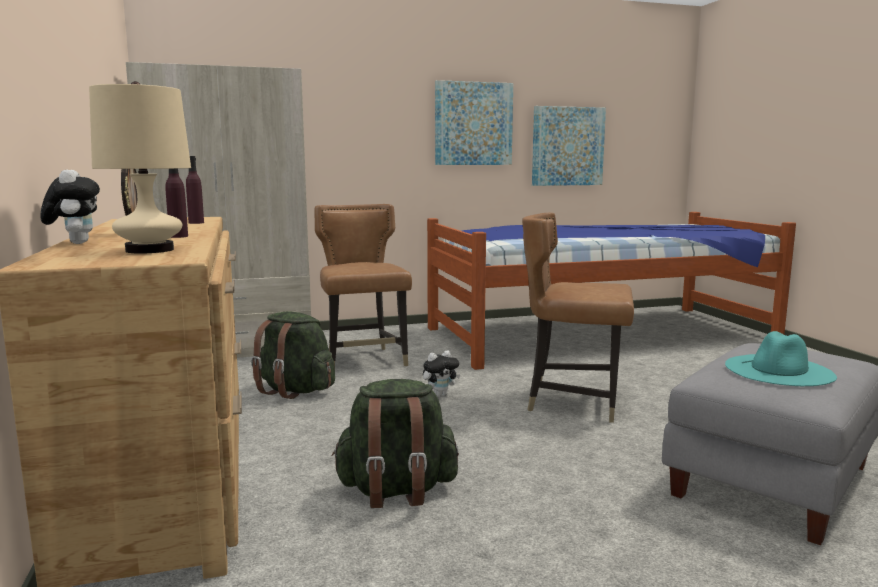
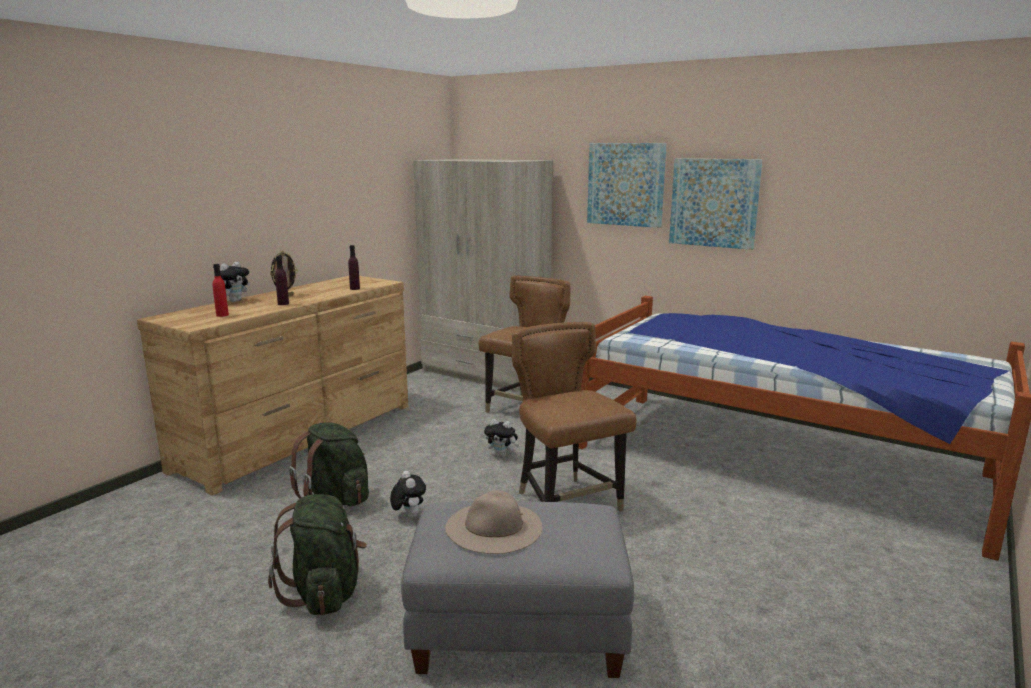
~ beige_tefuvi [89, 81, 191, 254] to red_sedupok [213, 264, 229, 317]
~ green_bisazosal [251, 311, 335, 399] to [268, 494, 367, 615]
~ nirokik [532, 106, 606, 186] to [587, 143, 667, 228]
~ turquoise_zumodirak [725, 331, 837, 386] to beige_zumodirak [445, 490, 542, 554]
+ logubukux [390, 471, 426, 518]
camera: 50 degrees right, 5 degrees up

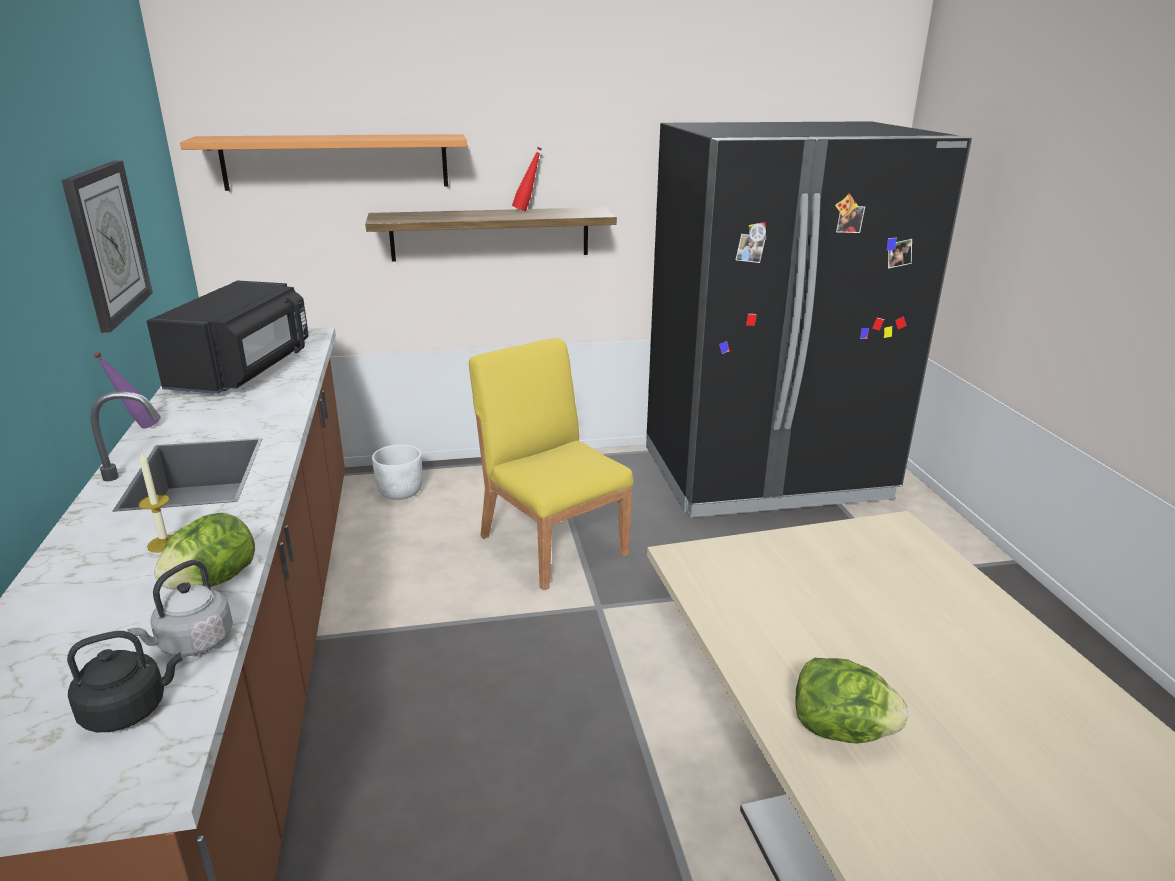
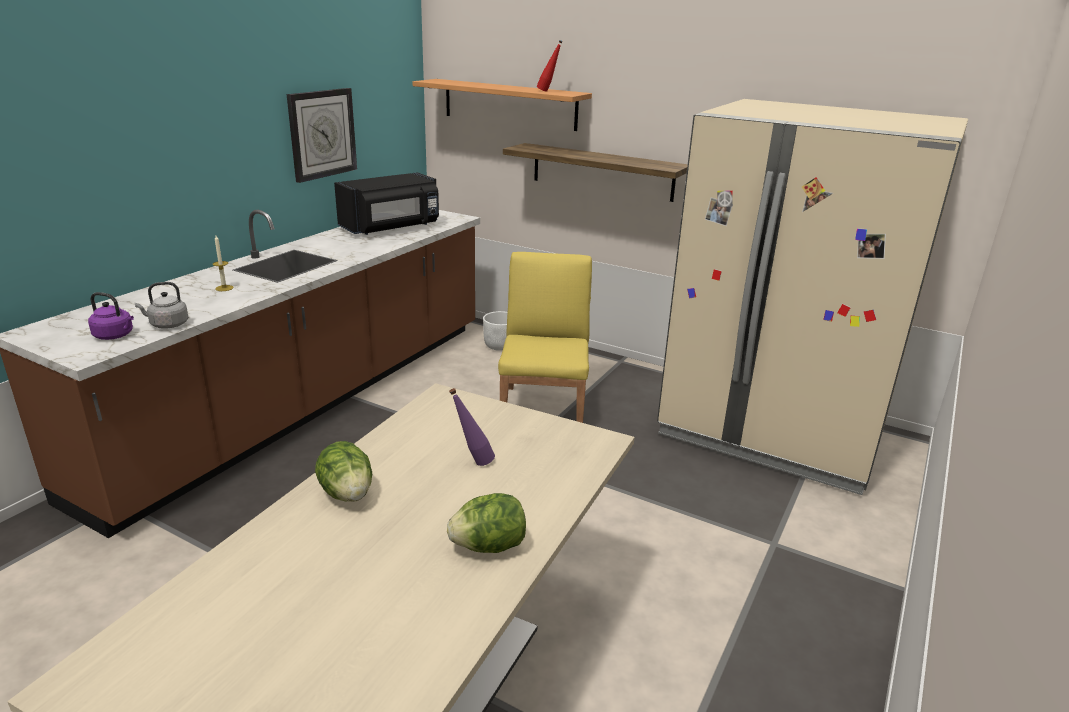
~ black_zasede [67, 631, 183, 732] to purple_zasede [88, 292, 134, 340]
~ purple_sedupok [93, 352, 161, 429] to [449, 388, 495, 466]
~ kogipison [154, 513, 255, 590] to [447, 493, 526, 553]
~ red_sedupok [512, 147, 542, 211] to [537, 40, 563, 92]
~ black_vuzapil [646, 121, 972, 518] to beige_vuzapil [657, 99, 968, 495]
camera: 40 degrees right, 0 degrees up

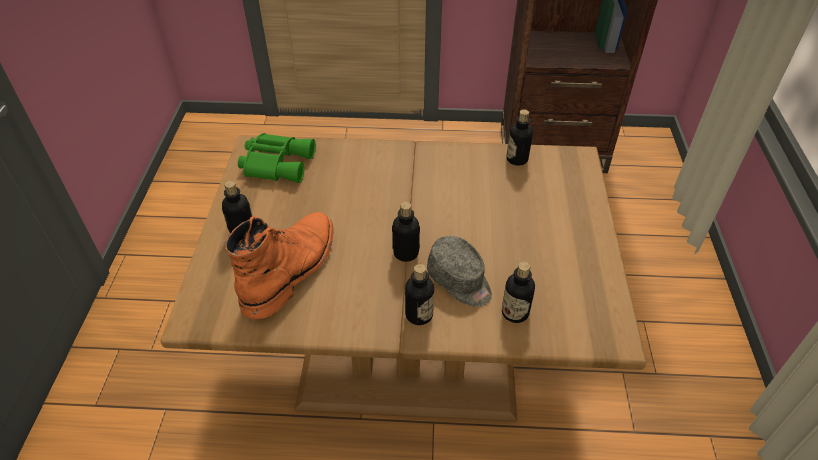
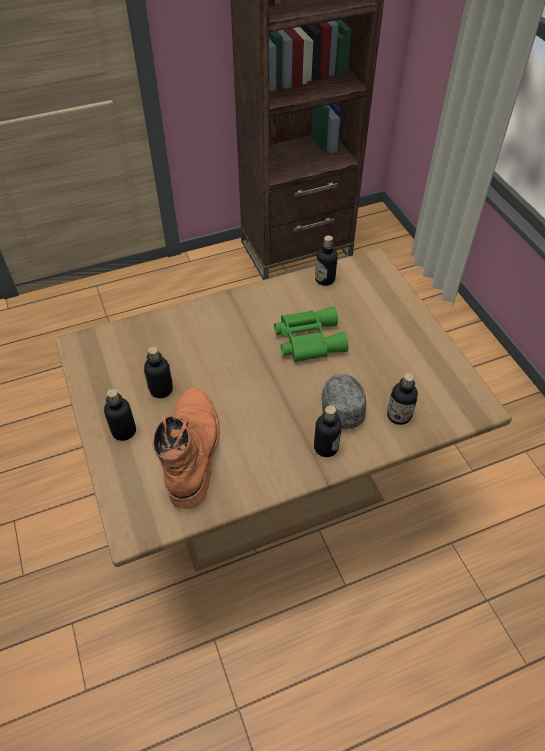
~ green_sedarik [238, 133, 316, 183] to [274, 306, 348, 363]
~ sedupok [392, 202, 420, 262] to [144, 347, 173, 398]
~ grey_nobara [427, 236, 492, 307] = [321, 374, 366, 429] 120 degrees counterclockwise
camera: 25 degrees left, 5 degrees up

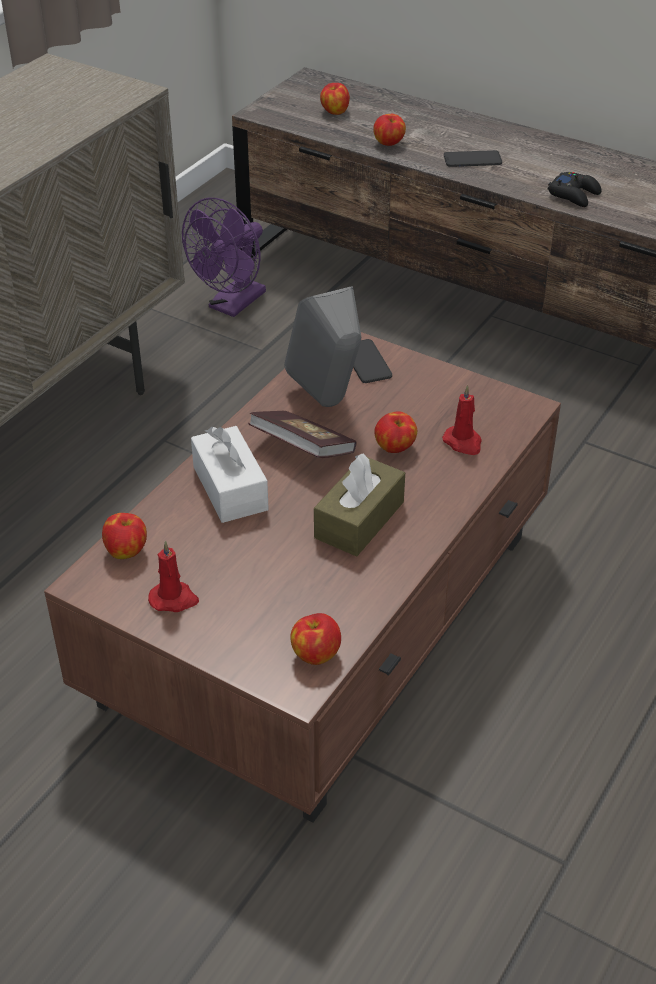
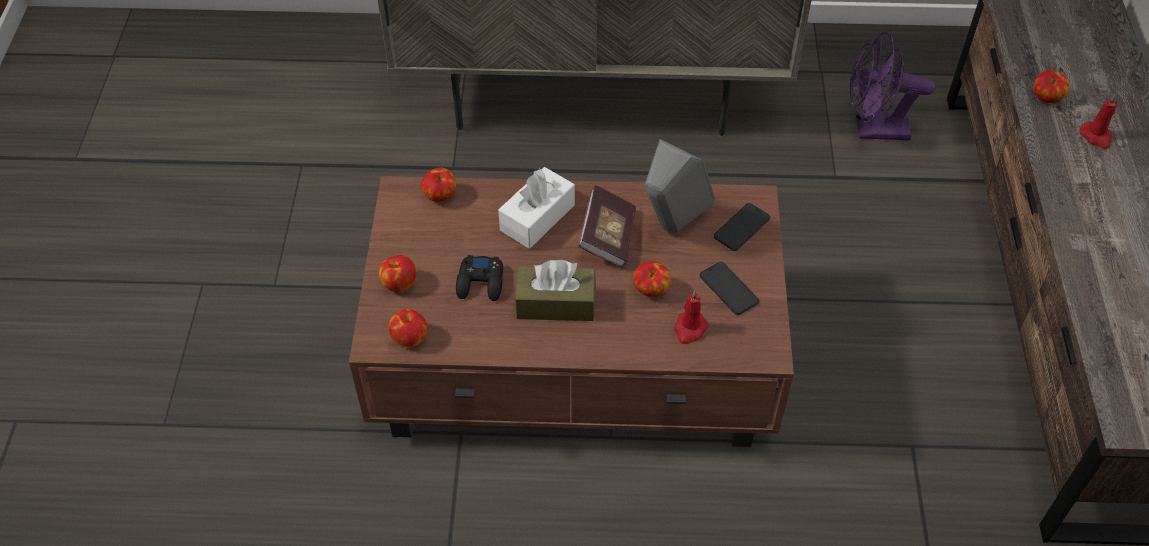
~ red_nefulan [148, 541, 199, 612] to [1080, 94, 1117, 149]
~ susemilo [320, 83, 350, 115] to [379, 255, 416, 292]
~ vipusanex [444, 150, 502, 167] to [700, 262, 759, 315]
~ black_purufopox [548, 172, 601, 207] to [456, 255, 503, 301]
camera: 60 degrees right, 10 degrees up

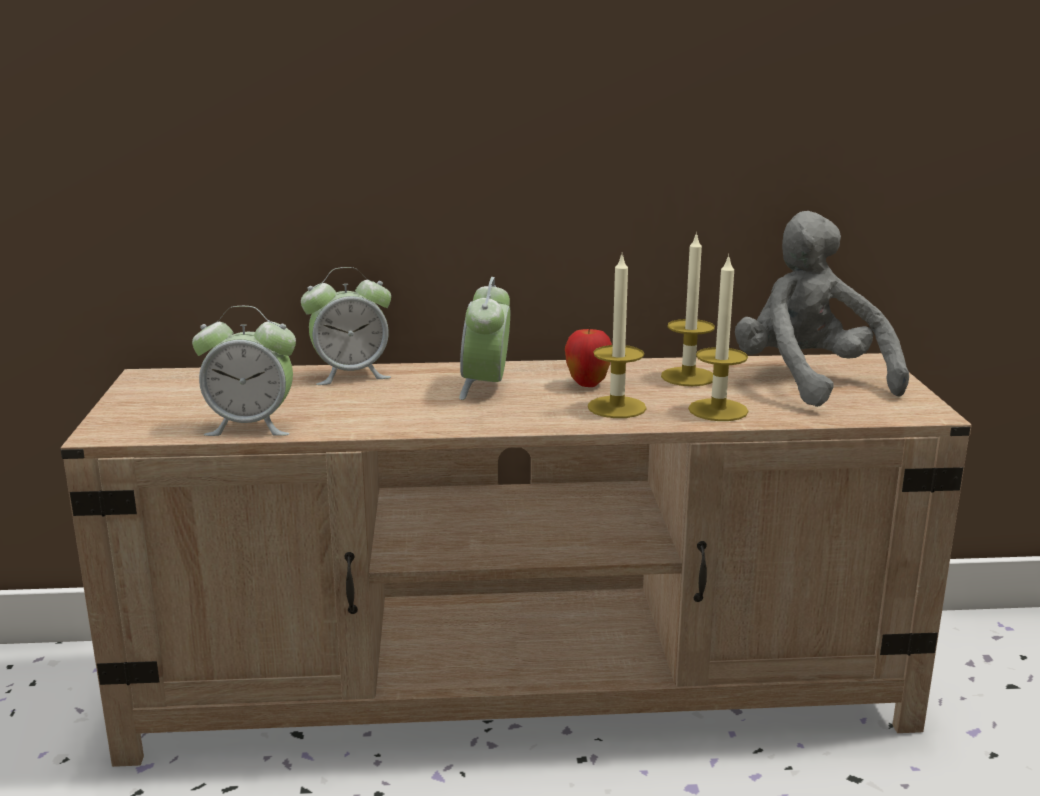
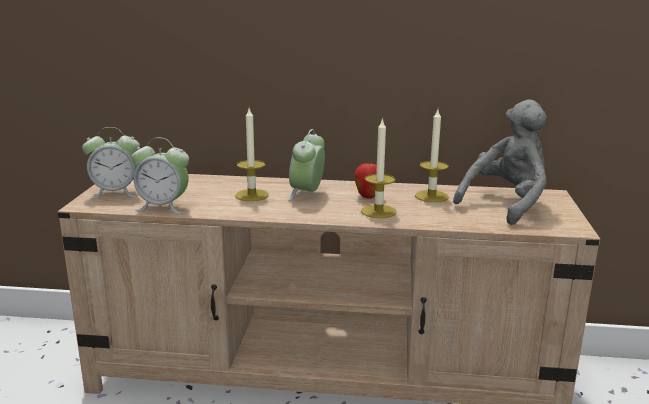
~ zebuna [301, 267, 391, 385] to [82, 127, 140, 199]
~ nefulan [688, 254, 748, 421] to [235, 108, 269, 201]
~ grey_logubukux [735, 211, 909, 407] = [453, 99, 547, 225] 60 degrees clockwise
camera: 10 degrees right, 0 degrees up

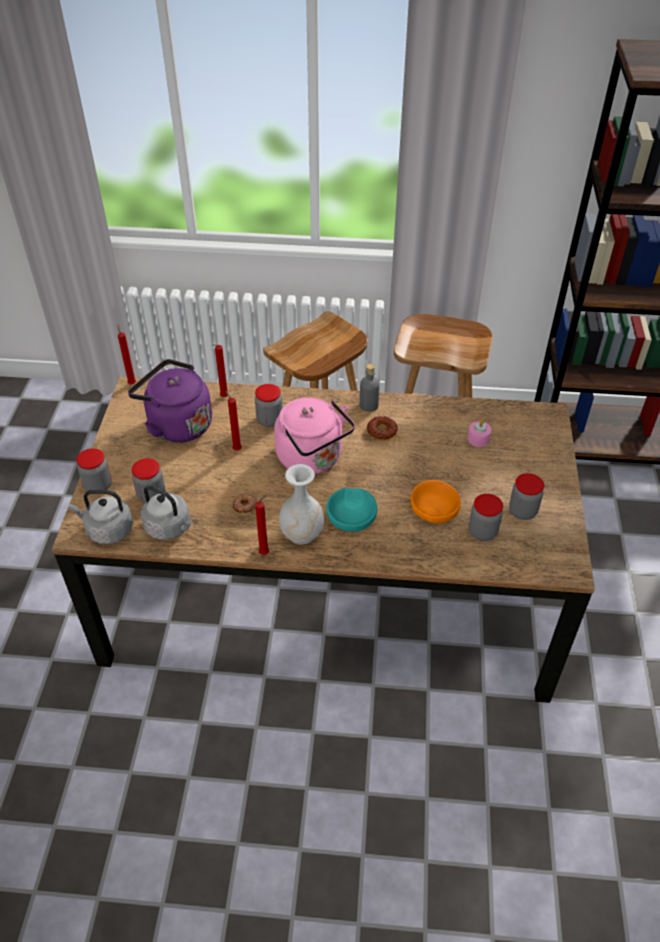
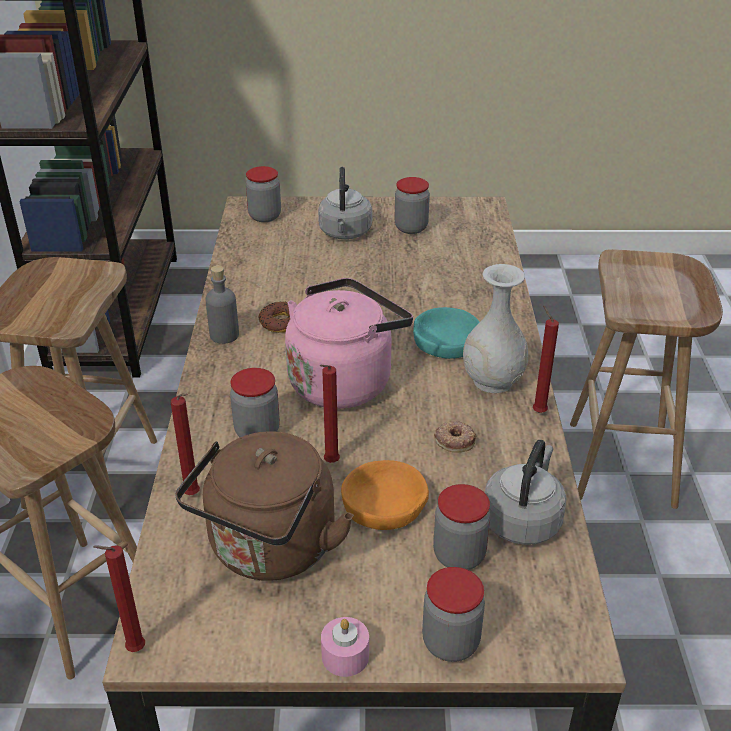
~ grey_zasede [69, 489, 133, 544] to [318, 167, 372, 239]
~ purple_zasede [128, 359, 212, 443] to brown_zasede [175, 431, 354, 581]
~ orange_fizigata [410, 480, 461, 524] to [341, 460, 429, 530]
~ pink_nefulan [468, 420, 491, 447] to [321, 617, 369, 677]
~ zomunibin [469, 494, 503, 541] to [246, 166, 281, 222]
+ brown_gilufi [570, 249, 723, 509]
camera: 95 degrees left, 10 degrees down

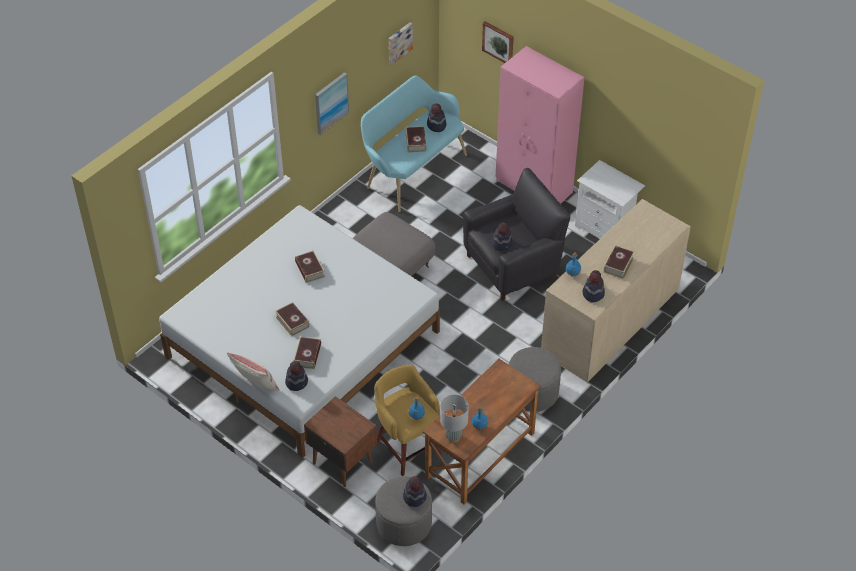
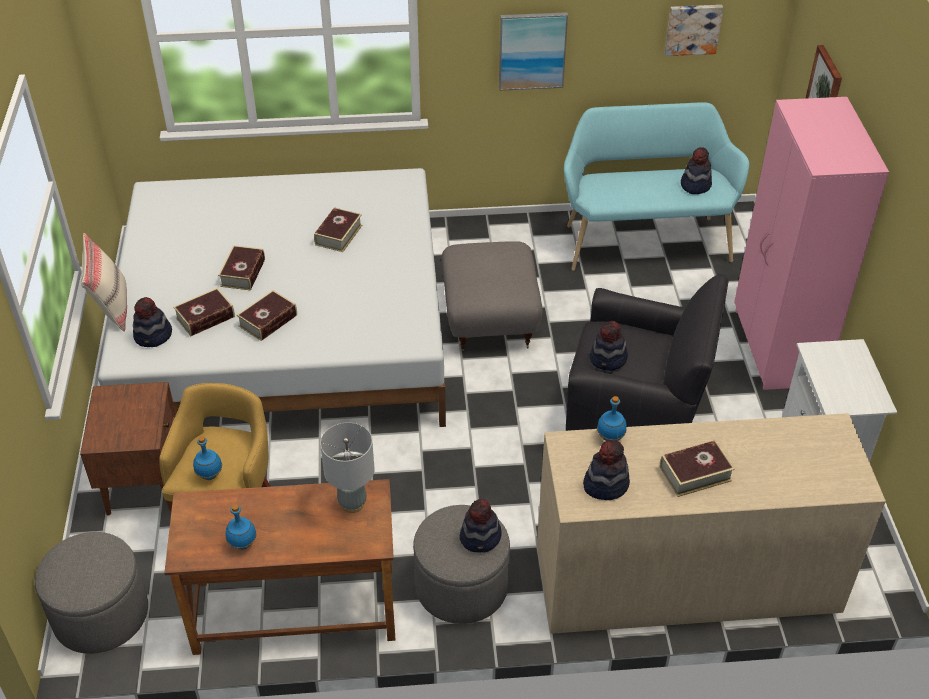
~ zumodirak [403, 476, 427, 507] to [460, 499, 502, 553]
~ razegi [406, 126, 426, 152] to [237, 290, 297, 341]
~ grey_tefuvi [440, 395, 469, 443] to [320, 423, 375, 513]
camera: 45 degrees right, 5 degrees down

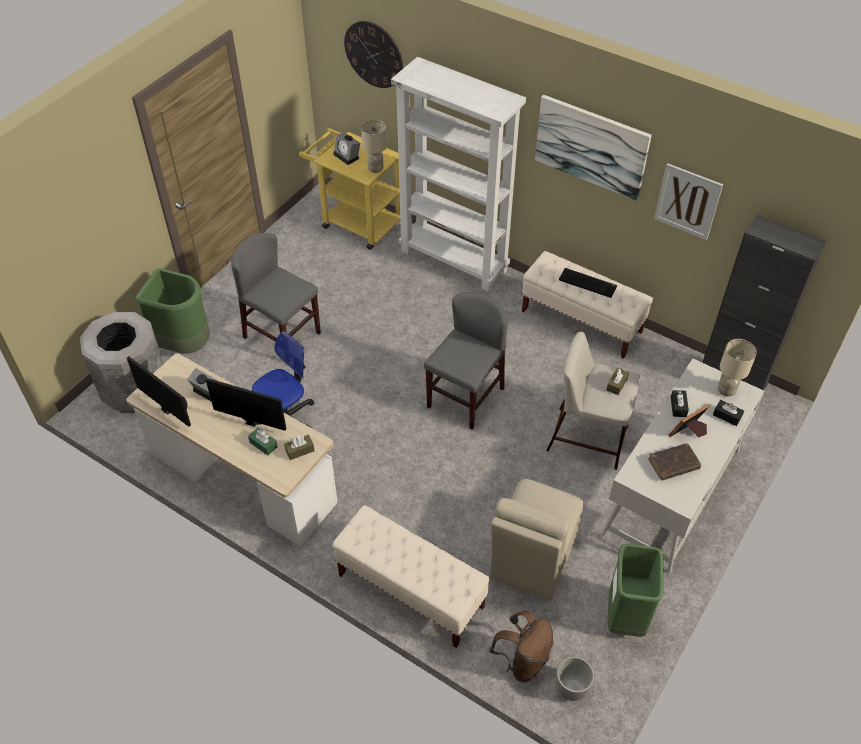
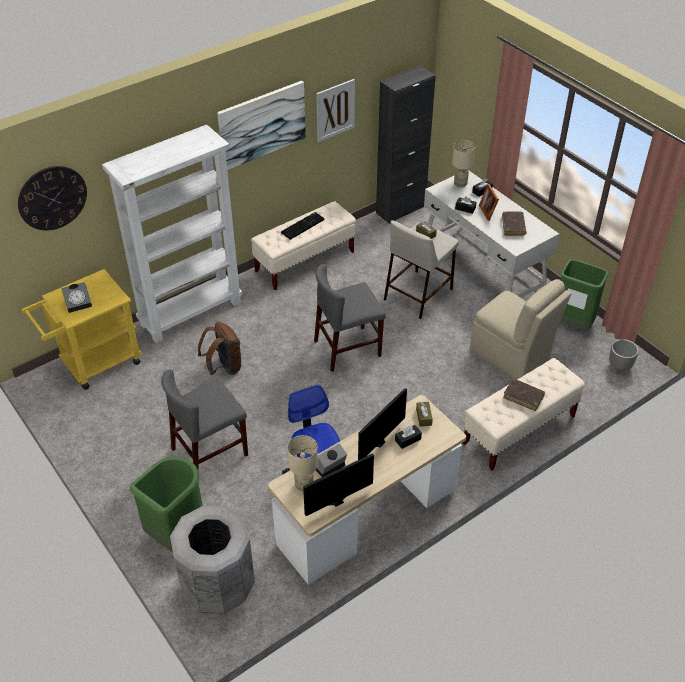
~ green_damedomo [248, 428, 278, 455] to black_damedomo [395, 425, 422, 449]
~ beige_tefuvi [361, 120, 387, 173] to [287, 435, 318, 491]
~ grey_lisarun [424, 292, 507, 430] = [314, 264, 386, 372] 75 degrees counterclockwise
~ brown_bisazosal [489, 611, 553, 682] to [198, 322, 241, 375]
+ brown_razegi [503, 378, 545, 411]
camera: 70 degrees left, 5 degrees down

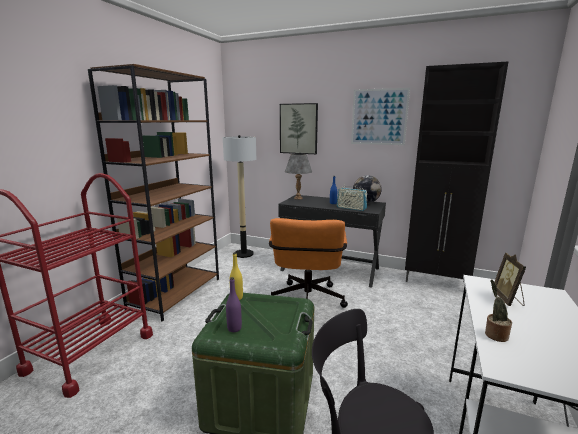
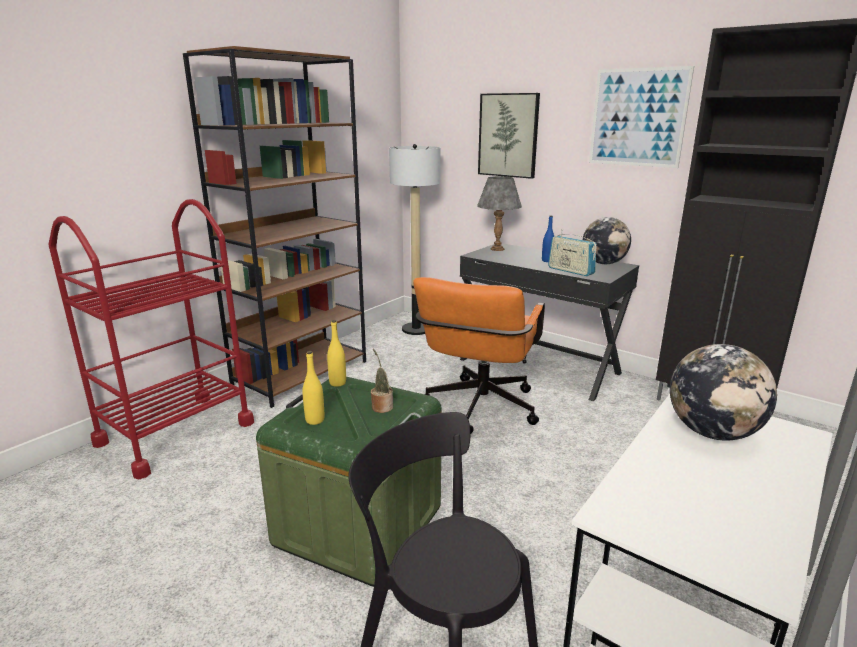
~ purple_sedupok [226, 277, 242, 332] to yellow_sedupok [303, 351, 324, 425]
~ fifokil [485, 279, 512, 342] to [371, 349, 393, 413]
~ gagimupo [494, 253, 526, 306] to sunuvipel [670, 344, 777, 441]
camera: 15 degrees right, 5 degrees up

